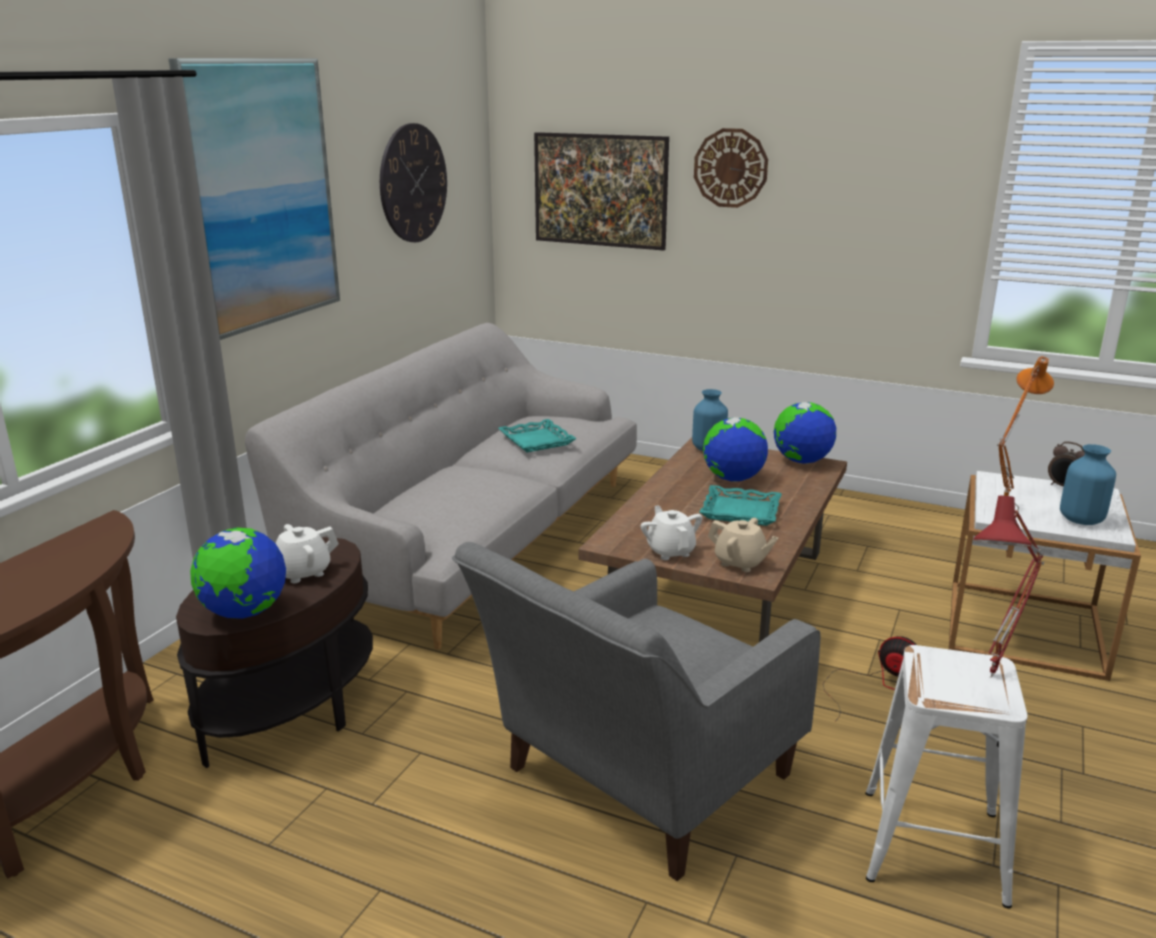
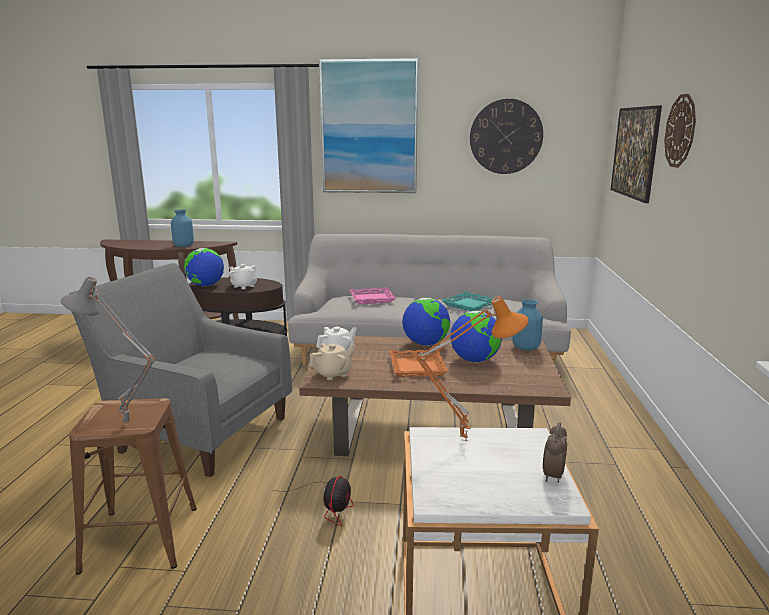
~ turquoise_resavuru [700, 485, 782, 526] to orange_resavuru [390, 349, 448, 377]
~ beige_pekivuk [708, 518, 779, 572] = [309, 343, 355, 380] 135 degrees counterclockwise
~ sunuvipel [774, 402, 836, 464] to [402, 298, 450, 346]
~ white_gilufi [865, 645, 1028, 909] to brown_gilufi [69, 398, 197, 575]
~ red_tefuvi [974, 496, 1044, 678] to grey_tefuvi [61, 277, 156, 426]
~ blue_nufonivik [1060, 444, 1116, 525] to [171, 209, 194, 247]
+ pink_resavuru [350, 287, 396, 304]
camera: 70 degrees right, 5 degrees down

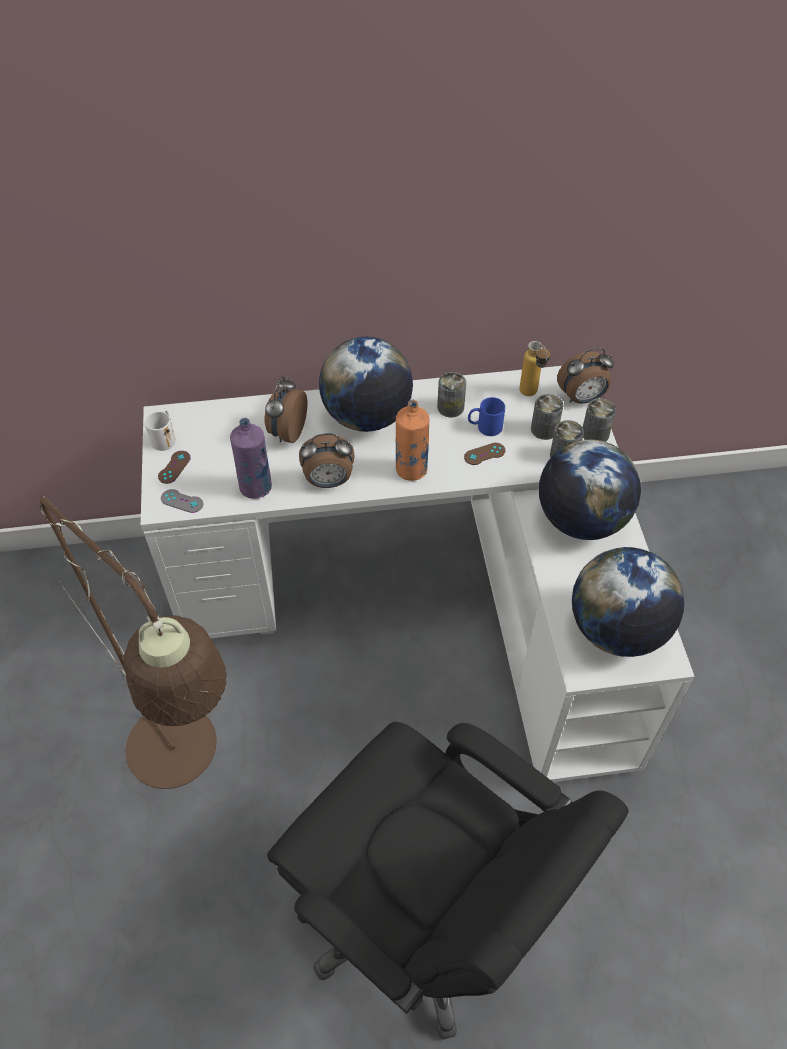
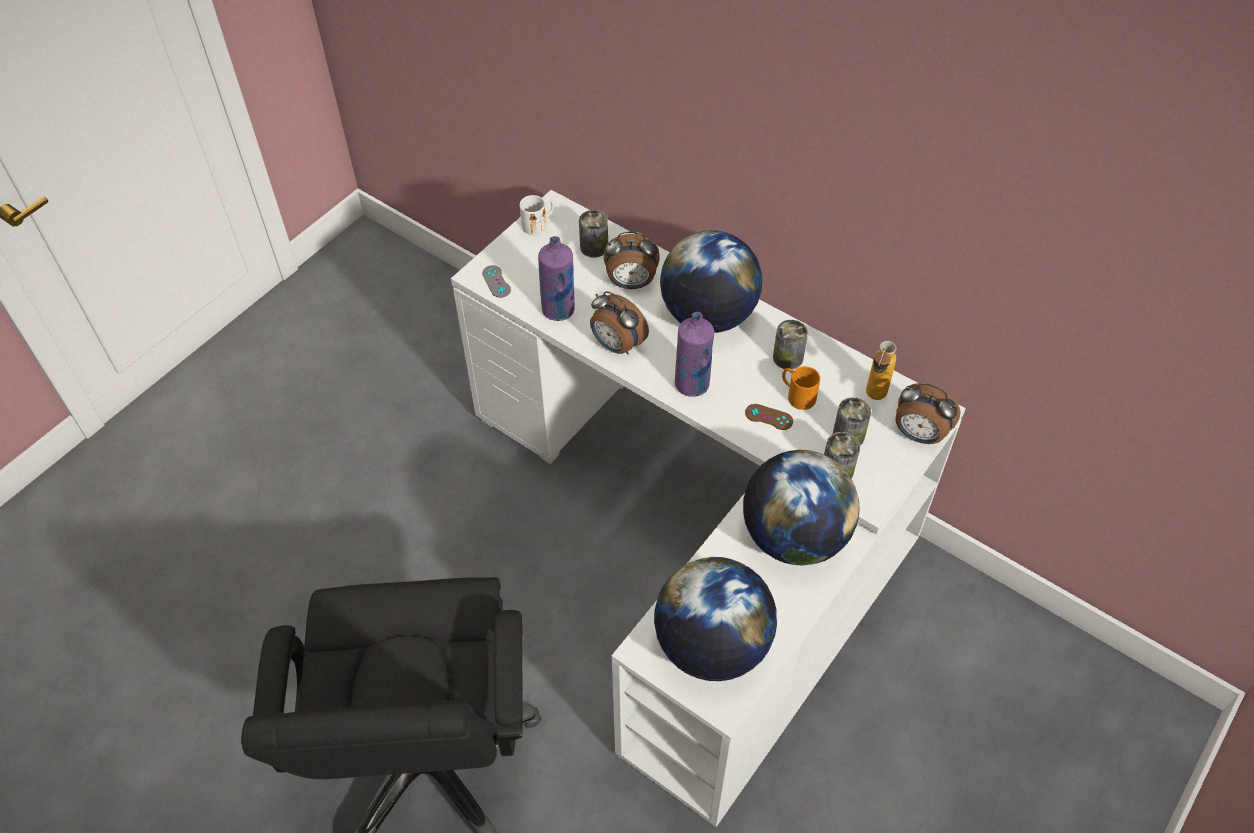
- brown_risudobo [40, 496, 227, 789]
- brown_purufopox [158, 451, 191, 484]
~ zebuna [265, 376, 308, 443] = [604, 231, 660, 289] 150 degrees counterclockwise
~ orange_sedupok [396, 399, 429, 481] to purple_sedupok [675, 312, 714, 397]
~ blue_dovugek [468, 397, 505, 436] to orange_dovugek [782, 366, 820, 410]
~ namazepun [583, 398, 616, 442] to [579, 210, 608, 258]
camera: 45 degrees right, 0 degrees up

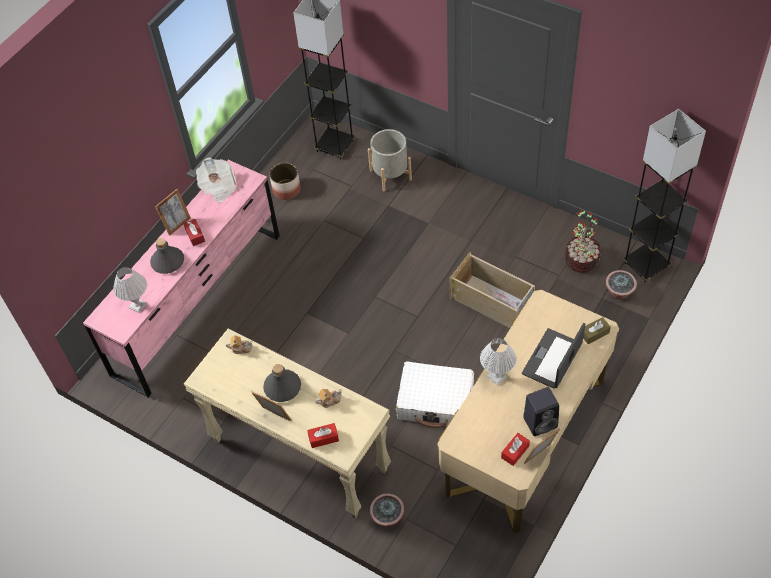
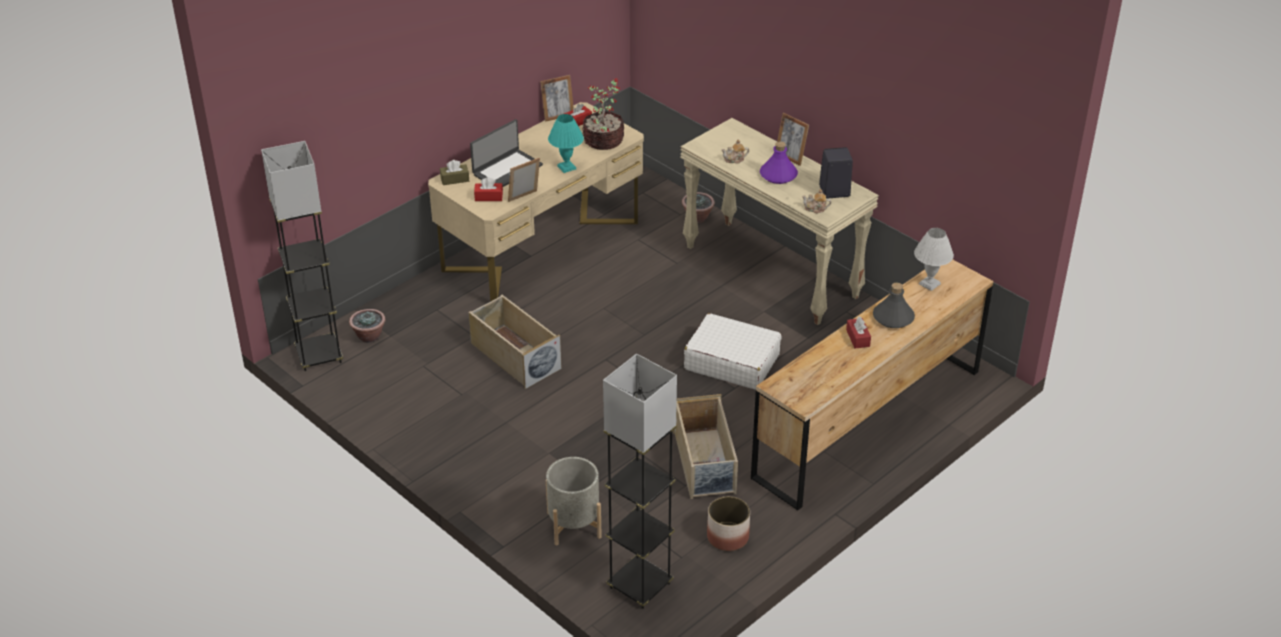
~ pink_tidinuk [83, 160, 280, 397] to brown_tidinuk [751, 260, 994, 511]
~ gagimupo [155, 189, 191, 236] to [508, 158, 540, 202]
- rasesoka [196, 157, 237, 203]
~ grey_sedupok [263, 364, 301, 402] to purple_sedupok [760, 141, 798, 184]
~ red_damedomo [307, 423, 339, 448] to [474, 177, 503, 201]
~ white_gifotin [396, 361, 474, 428] to [684, 313, 781, 390]
~ white_tefuvi [480, 338, 517, 386] to turquoise_tefuvi [548, 114, 584, 173]
~ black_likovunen [523, 387, 559, 436] to [819, 147, 853, 199]
~ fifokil [565, 210, 601, 273] to [582, 78, 624, 150]
+ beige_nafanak [673, 394, 738, 499]
camera: 170 degrees left, 15 degrees down

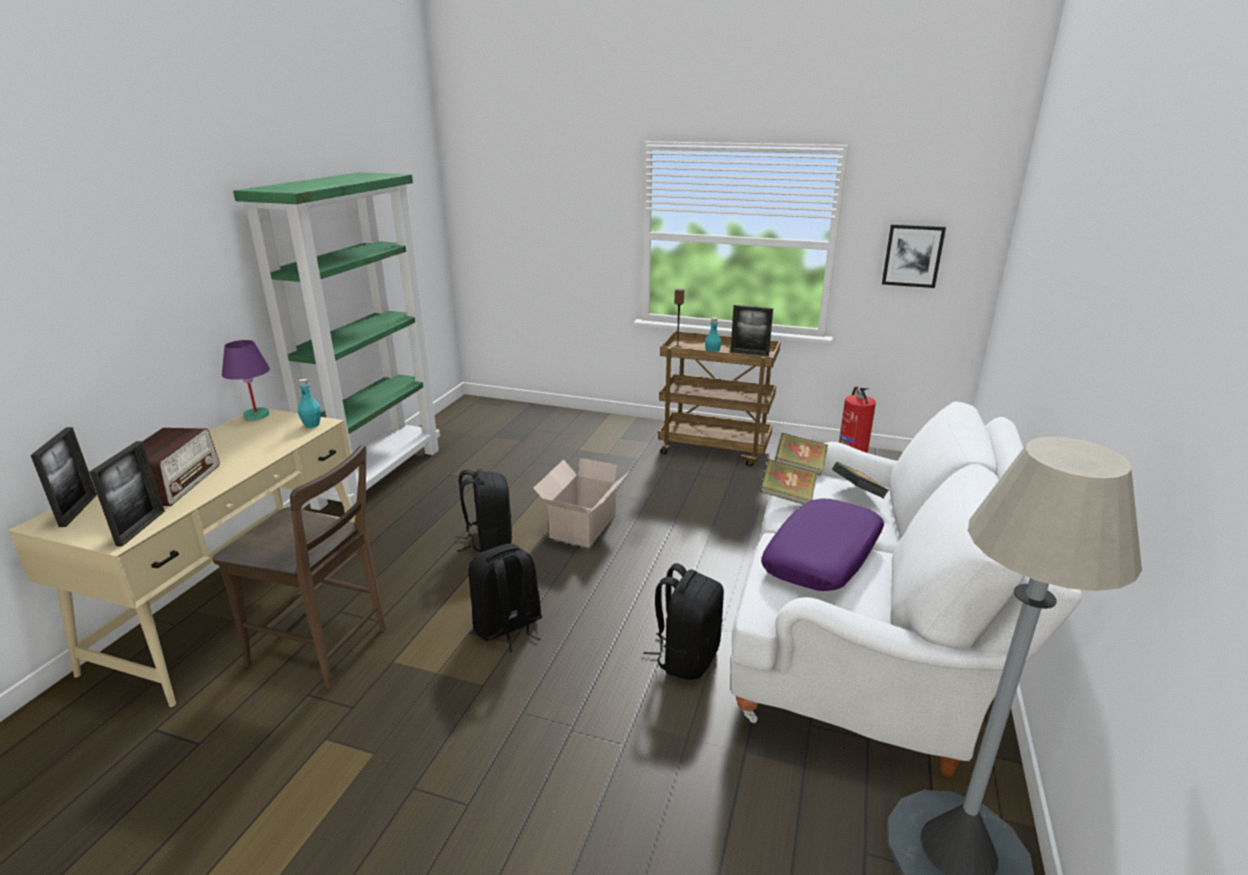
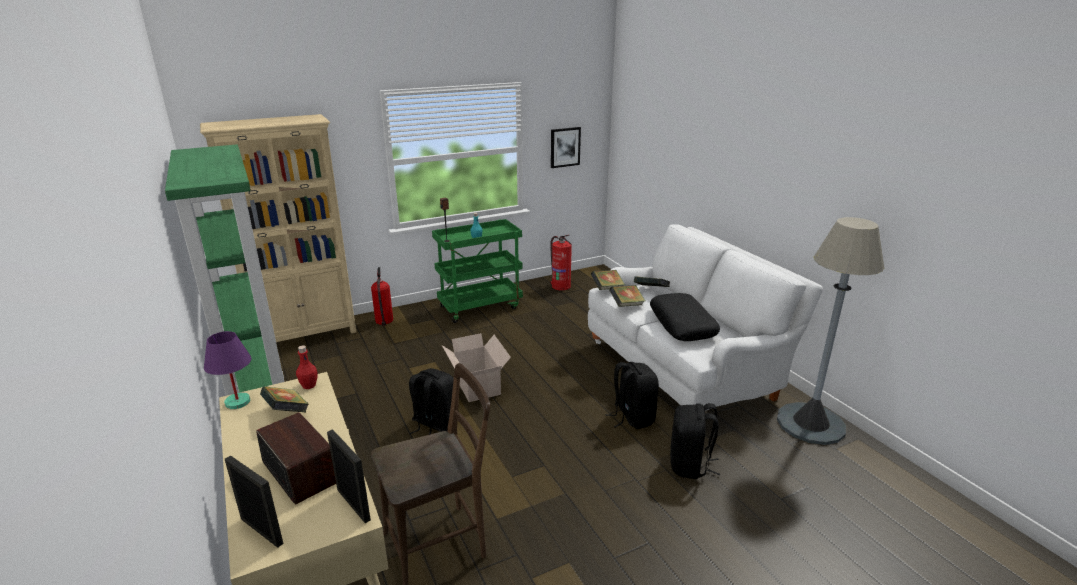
~ turquoise_sedupok [298, 379, 321, 428] to red_sedupok [296, 345, 318, 389]
~ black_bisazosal [468, 544, 542, 652] to [670, 403, 720, 479]
~ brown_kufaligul [658, 331, 781, 467] to green_kufaligul [432, 219, 523, 323]
- gagimupo [731, 305, 773, 356]
~ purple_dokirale [761, 499, 884, 591] to black_dokirale [650, 293, 720, 341]
+ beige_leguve [200, 114, 357, 342]
+ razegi [260, 386, 309, 412]
+ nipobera [371, 267, 393, 326]
camera: 45 degrees left, 0 degrees up

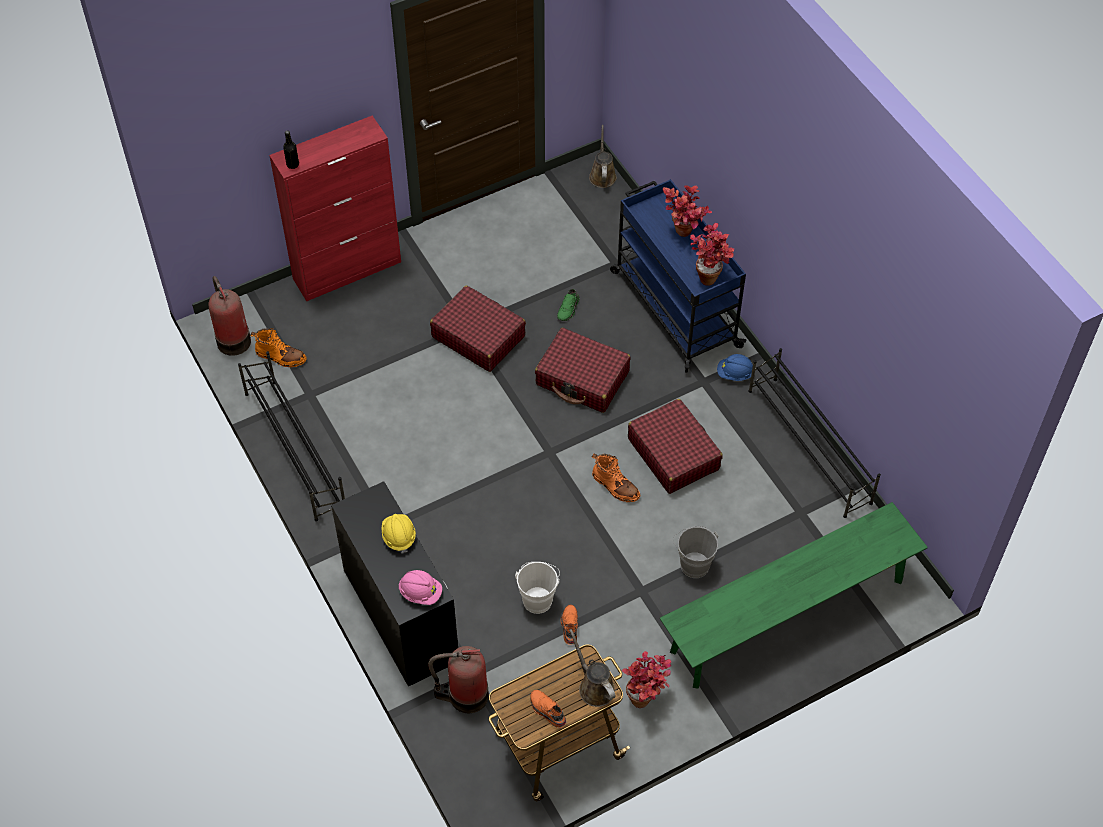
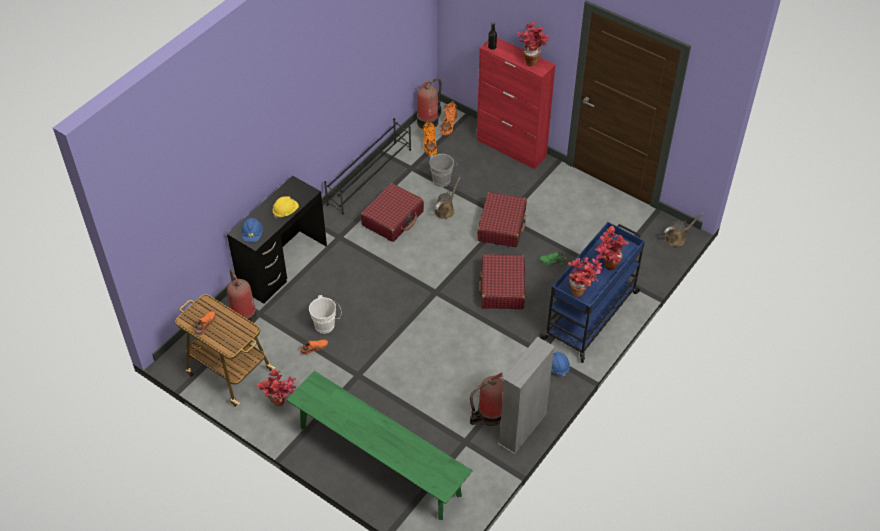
~ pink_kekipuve [399, 570, 442, 605] to blue_kekipuve [241, 218, 263, 242]
~ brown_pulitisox [569, 629, 615, 707] to [434, 177, 461, 219]
~ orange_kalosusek [592, 453, 640, 502] to [440, 101, 457, 135]
~ red_gifotin [628, 399, 723, 494] to [361, 183, 424, 242]
~ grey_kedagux [673, 526, 718, 578] to [429, 154, 458, 187]
~ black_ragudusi [749, 348, 881, 518] to grey_leguve [498, 337, 555, 454]
+ nipobera [470, 372, 504, 426]
+ fifokil [517, 22, 549, 66]
camera: 65 degrees right, 5 degrees down

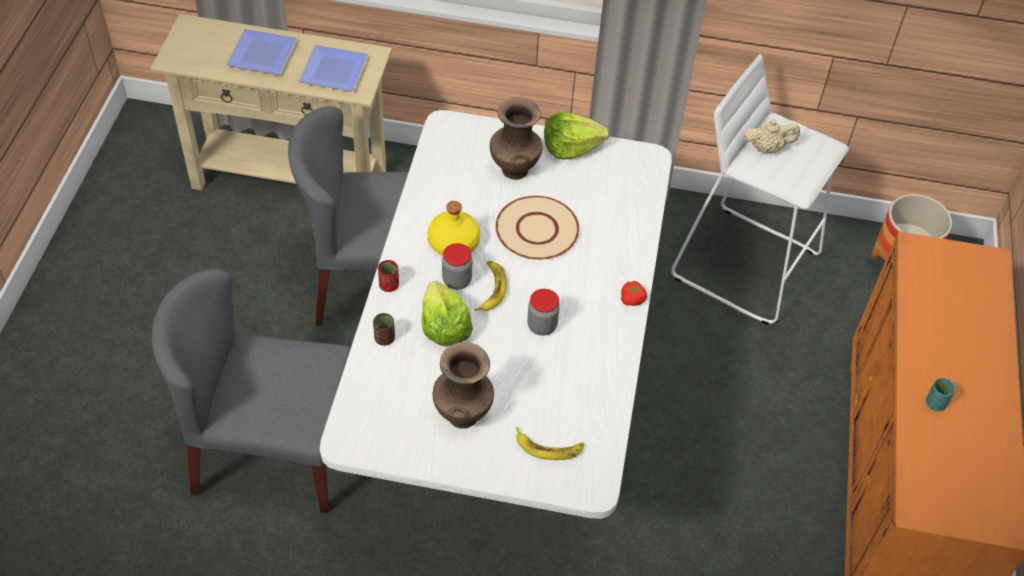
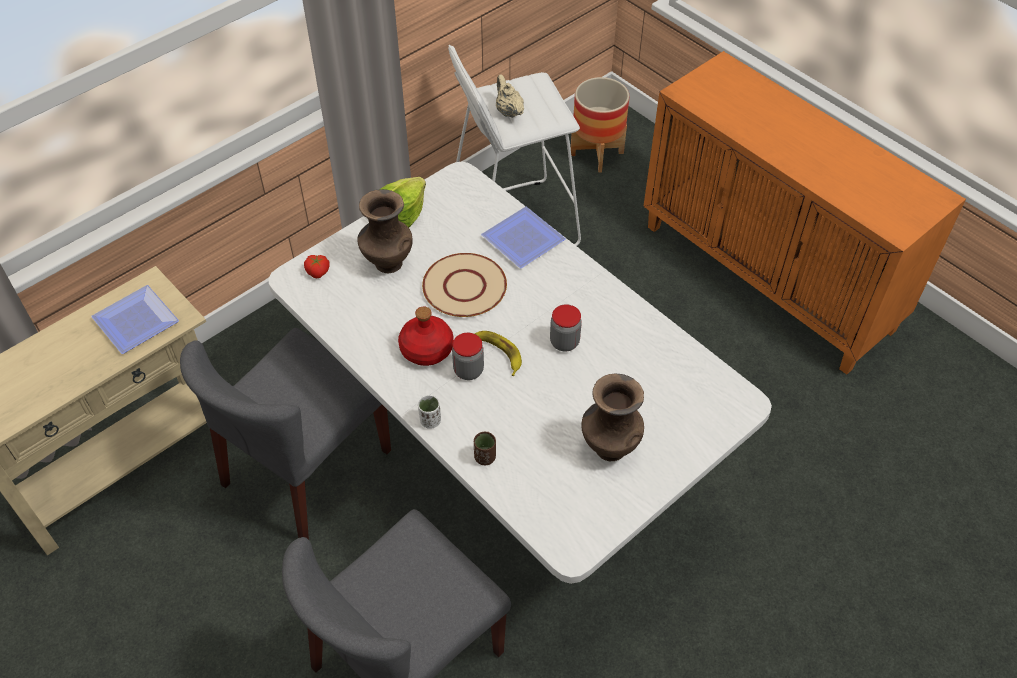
~ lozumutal [226, 29, 297, 75] to [481, 207, 566, 268]
~ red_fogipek [378, 260, 399, 292] to white_fogipek [418, 395, 441, 429]
- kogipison [421, 281, 473, 346]
~ yellow_sedupok [427, 201, 480, 256] to red_sedupok [398, 307, 454, 366]
- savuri [516, 427, 584, 460]
~ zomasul [621, 281, 647, 306] to [304, 255, 330, 278]
~ beige_pekivuk [744, 119, 800, 153] = [496, 74, 524, 118] 60 degrees counterclockwise
- turquoise_fogipek [926, 378, 956, 411]
camera: 50 degrees left, 0 degrees up

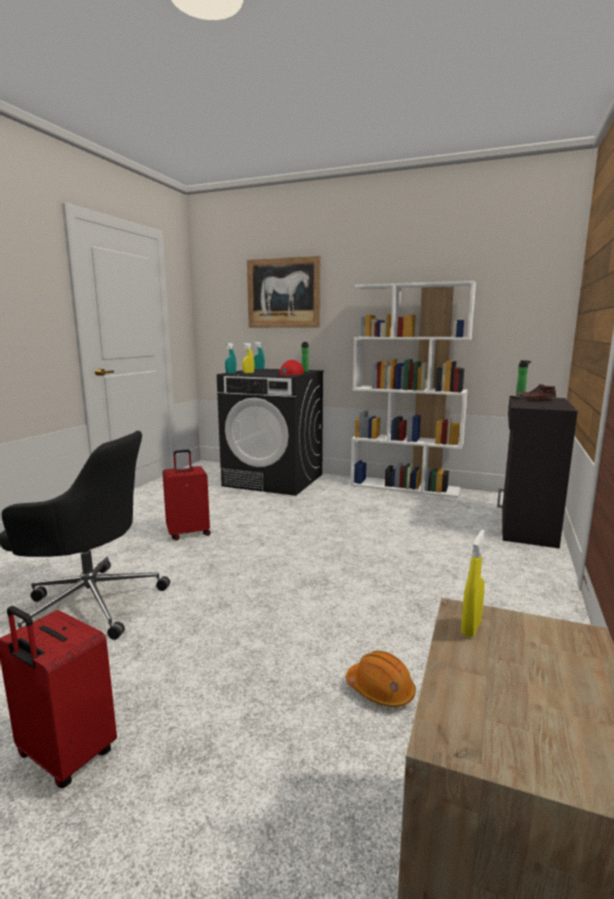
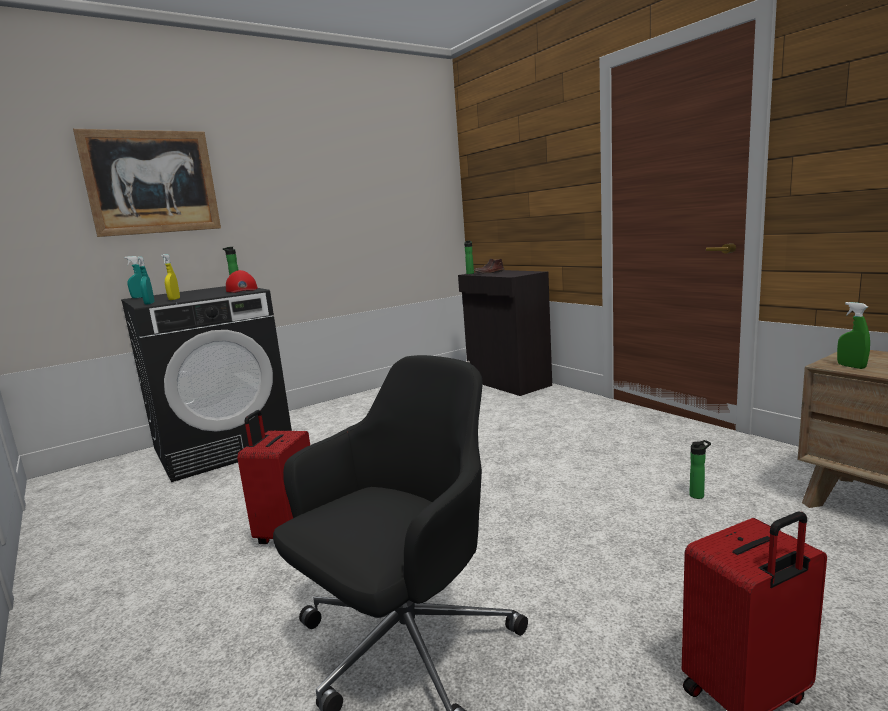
~ orange_kekipuve [346, 651, 416, 707] to sedupok [689, 440, 711, 499]
- white_leguve [350, 281, 476, 498]
~ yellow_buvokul [461, 530, 485, 637] to green_buvokul [837, 302, 870, 369]
camera: 55 degrees left, 0 degrees up

